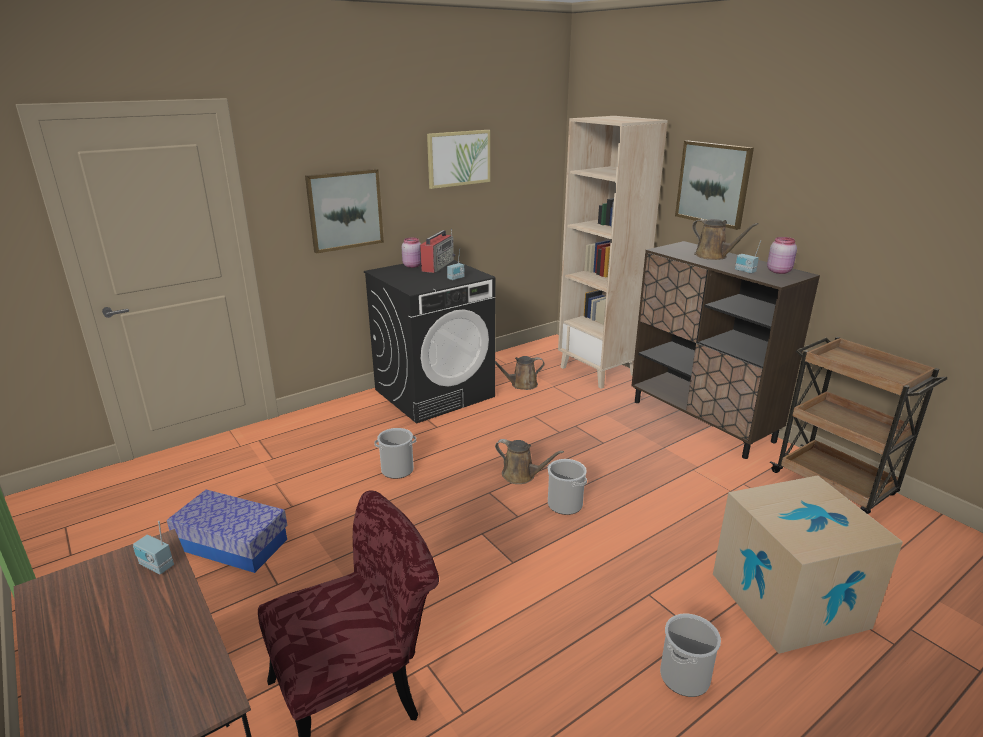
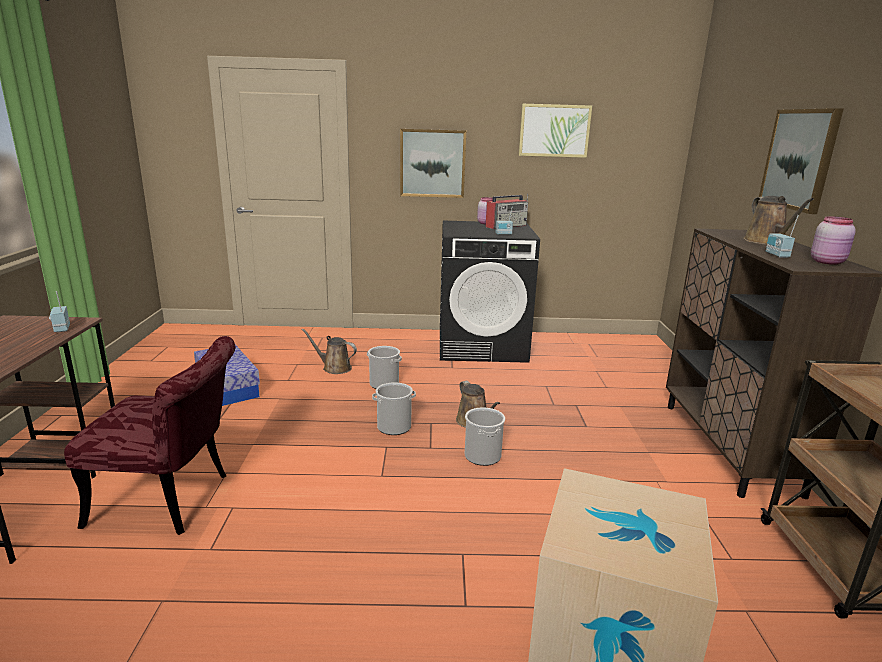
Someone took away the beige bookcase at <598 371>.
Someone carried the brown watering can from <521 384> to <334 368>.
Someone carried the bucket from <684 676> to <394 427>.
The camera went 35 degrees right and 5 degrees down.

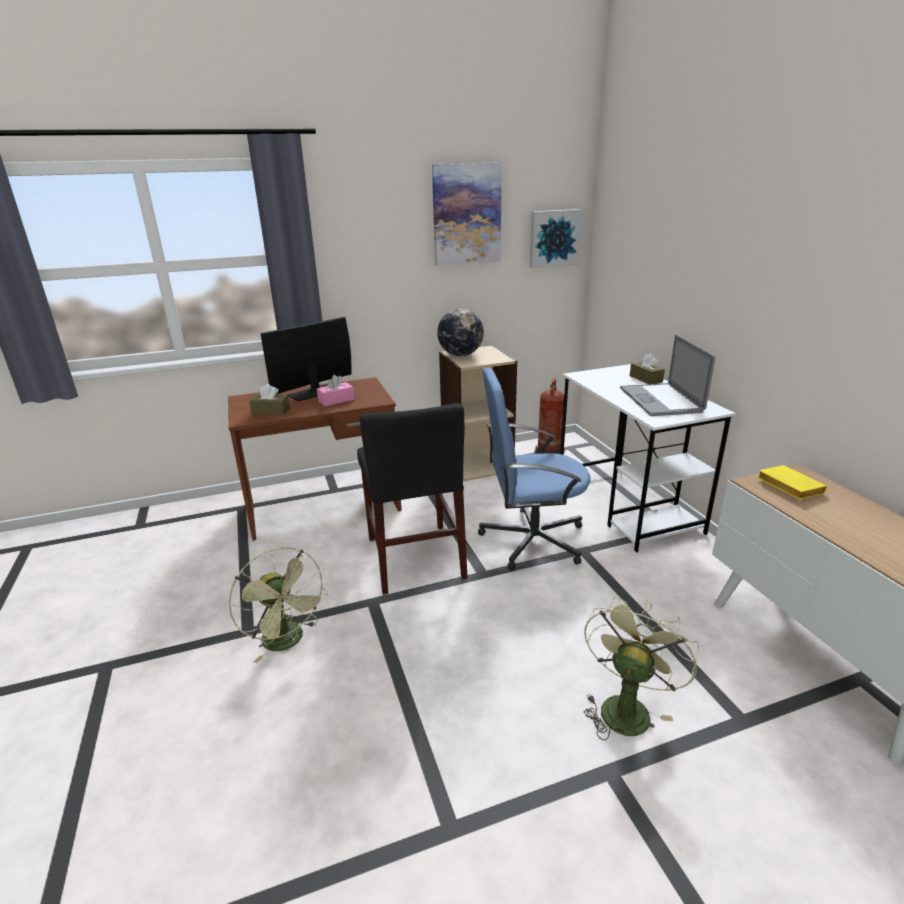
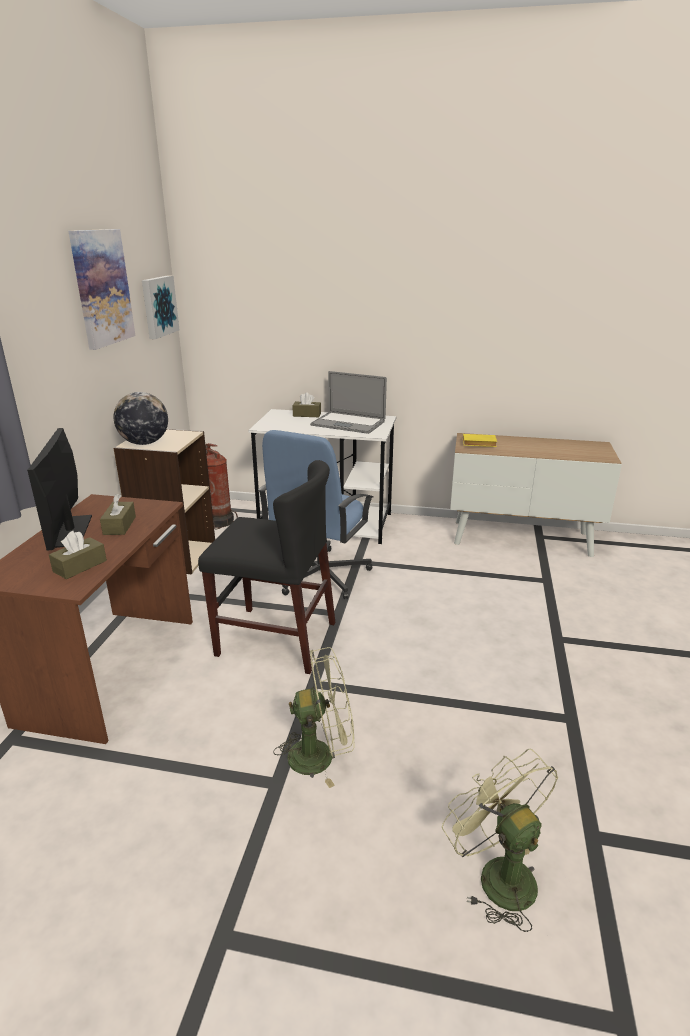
Someone repainted the pink tissue box at <336 400>, which became the brown tissue box at <119 525>.
Someone carried the green fan from <626 706> to <497 874>.
The camera went 60 degrees left and 0 degrees up.

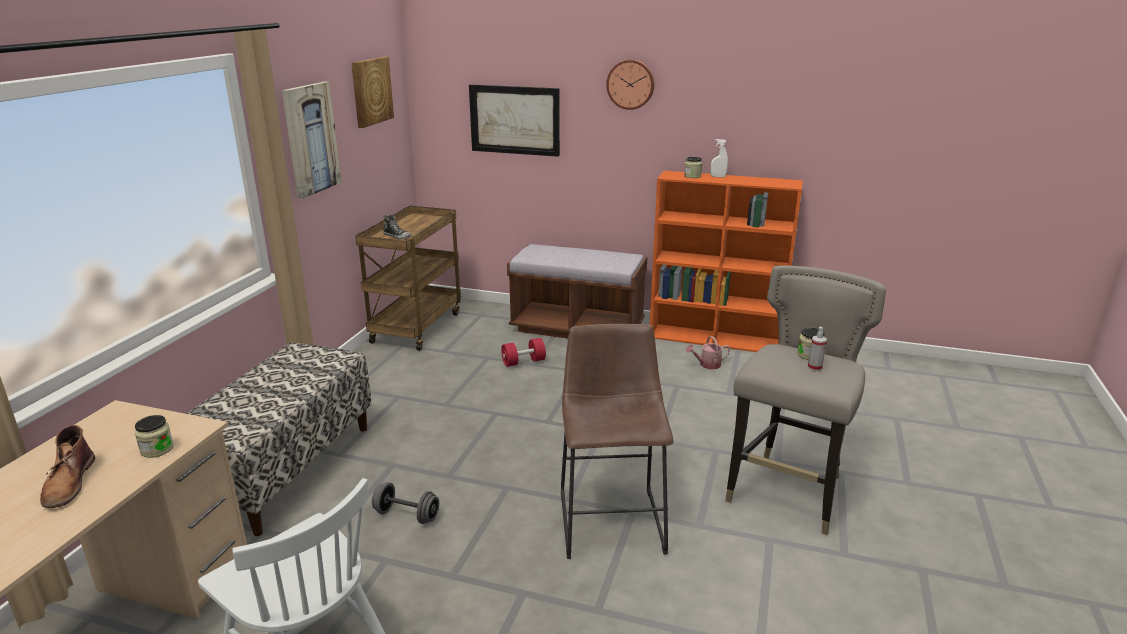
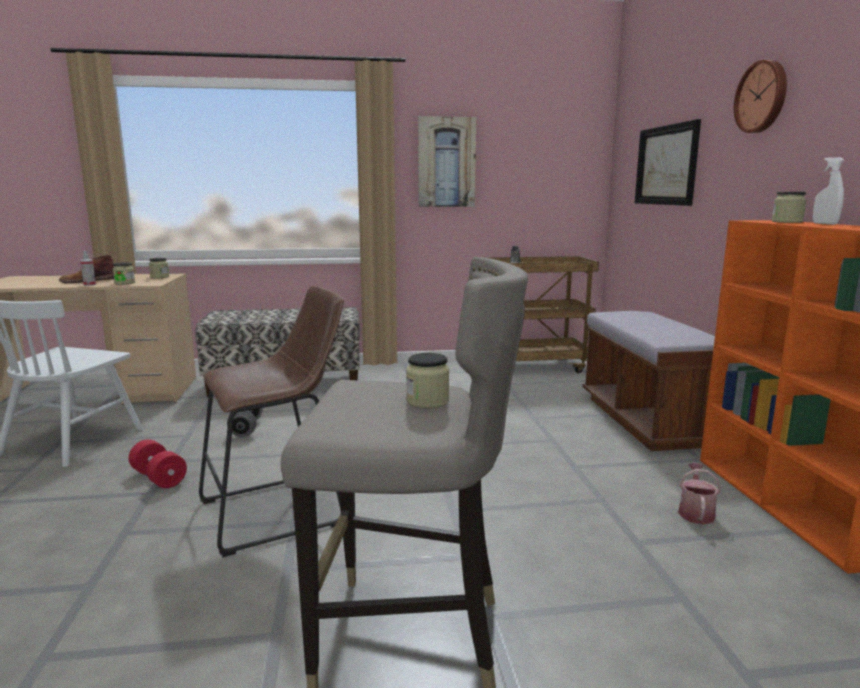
Someone took away the picture at <371 91>.
Someone carried the spray bottle from <814 367> to <89 285>.
Someone rotated the watering can at <707 365> by 60 degrees clockwise.
Someone carried the red dumbbell from <523 362> to <159 478>.
Someone put down the jar at <159 277>.
The camera went 65 degrees right and 10 degrees down.

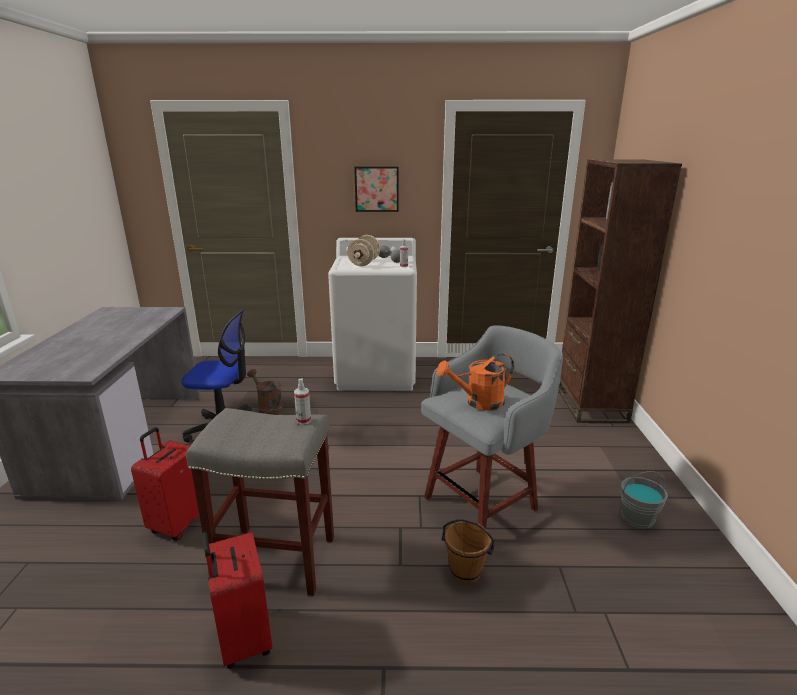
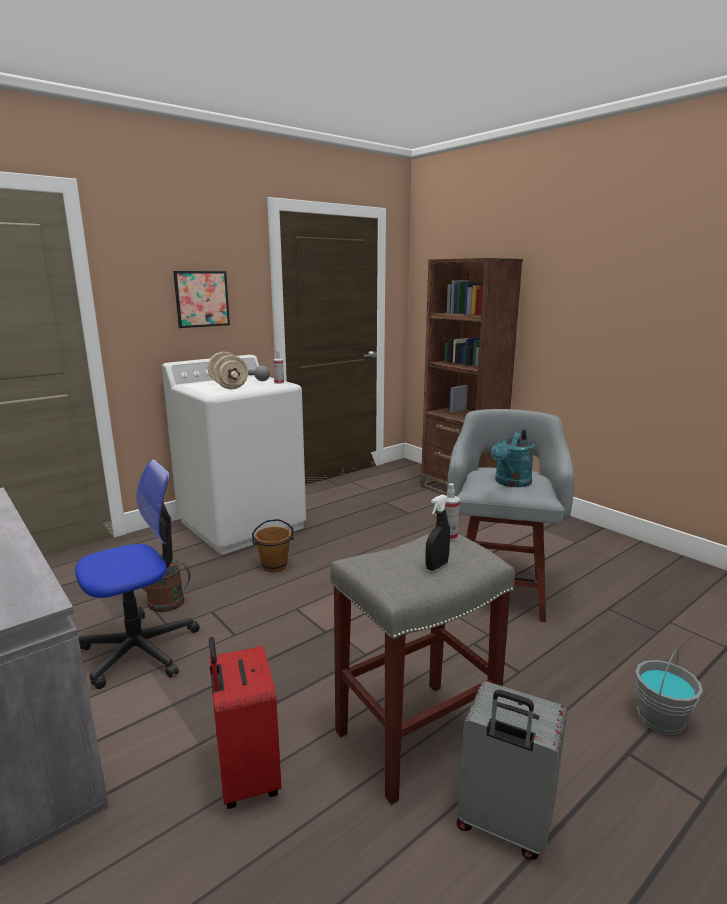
Someone repainted the orange watering can at <478 403>, which became the turquoise watering can at <510 483>.
Someone carried the grey bucket from <637 518> to <661 719>.
Someone carried the brown bucket from <465 571> to <274 566>.
Someone repainted the red suitcase at <243 639>, which became the grey suitcase at <503 825>.
Someone put down the black spray bottle at <437 566>.
The camera went 40 degrees left and 5 degrees down.

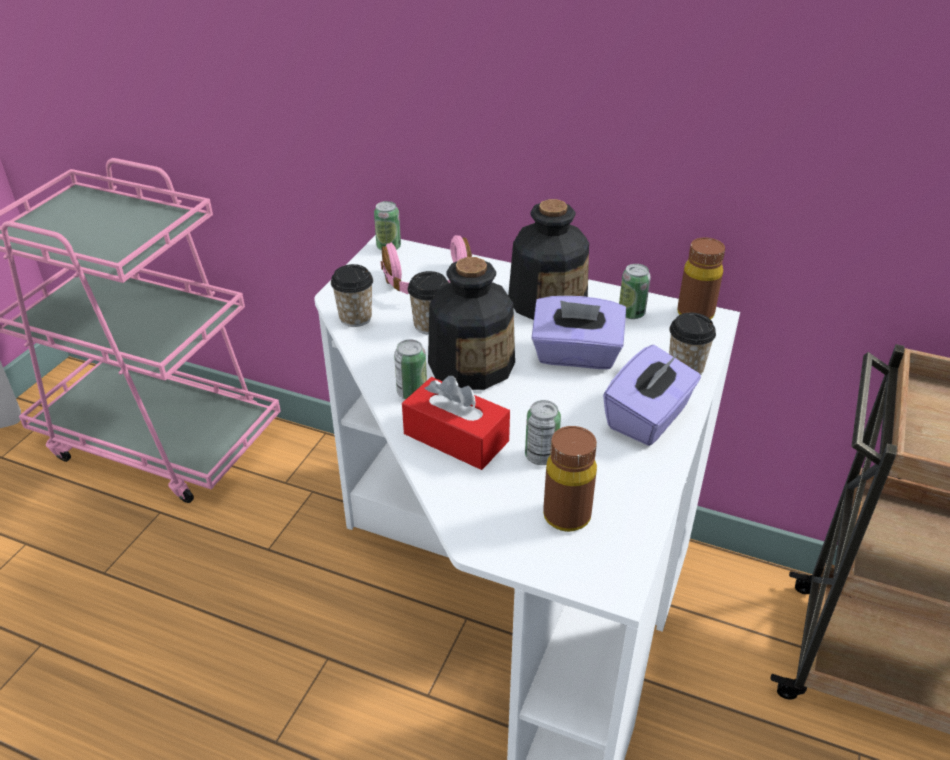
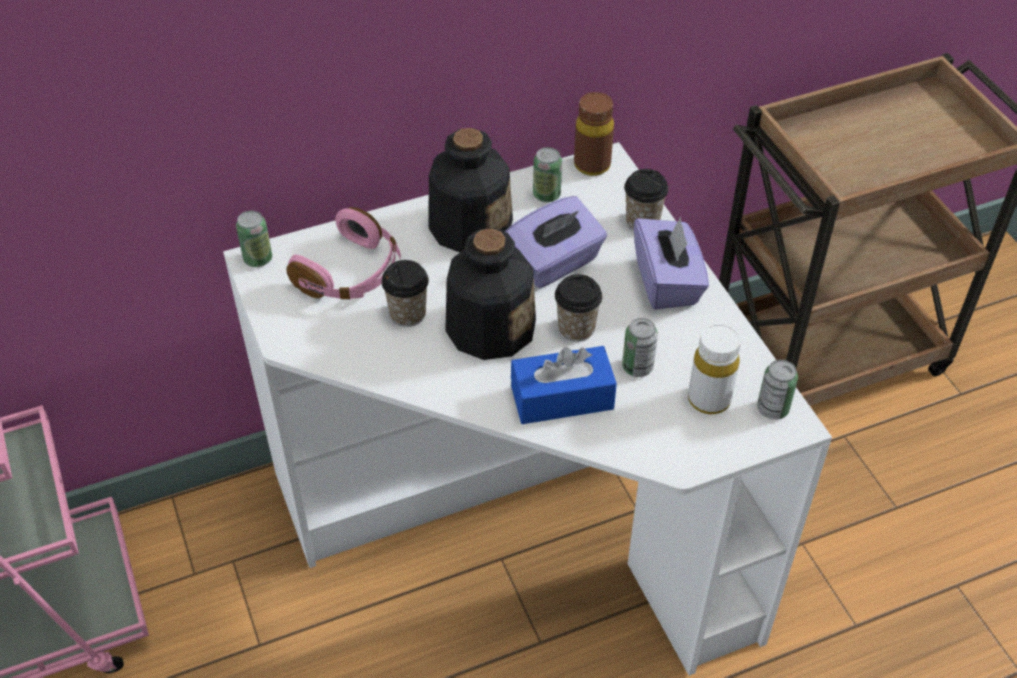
Someone carried the cup from <355 318> to <576 329>.
Someone carried the can from <412 393> to <772 409>.
Someone repainted the red tissue box at <456 437>, which became the blue tissue box at <562 398>.
Someone repainted the brown bottle at <567 516>, which became the white bottle at <709 399>.
The camera went 45 degrees left and 10 degrees up.

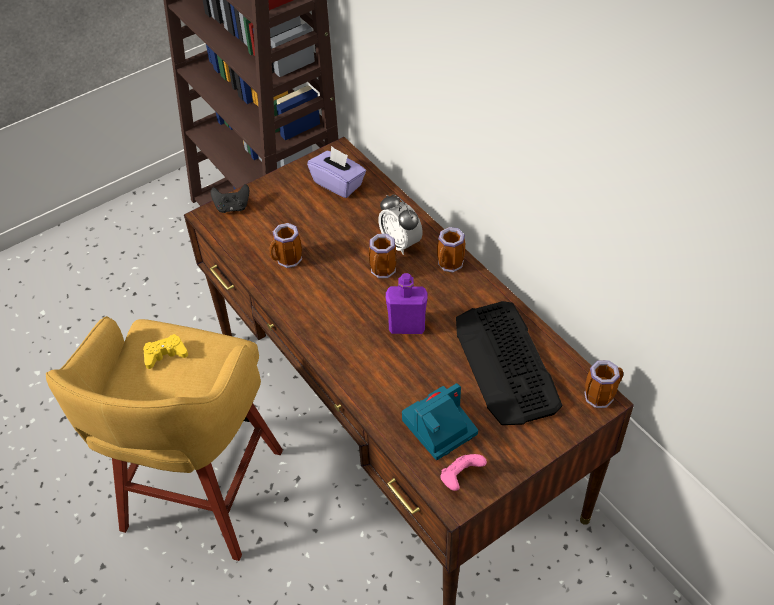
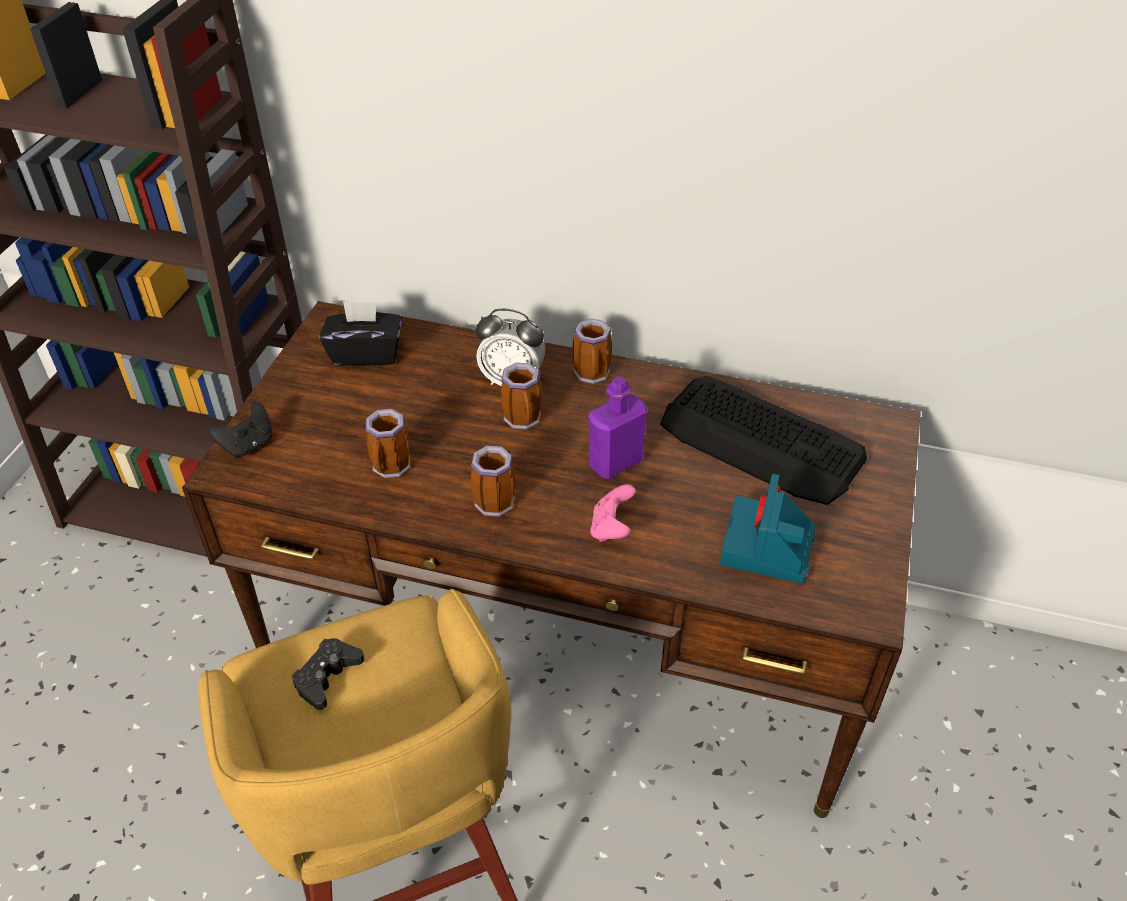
Someone repainted the purple tissue box at <338 183>, which became the black tissue box at <366 353>.
Someone repainted the yellow game controller at <165 354>, which became the black game controller at <327 677>.
Someone carried the mug from <600 395> to <495 499>.
Someone carried the pink game controller from <460 478> to <611 528>.
The camera went 40 degrees left and 5 degrees down.

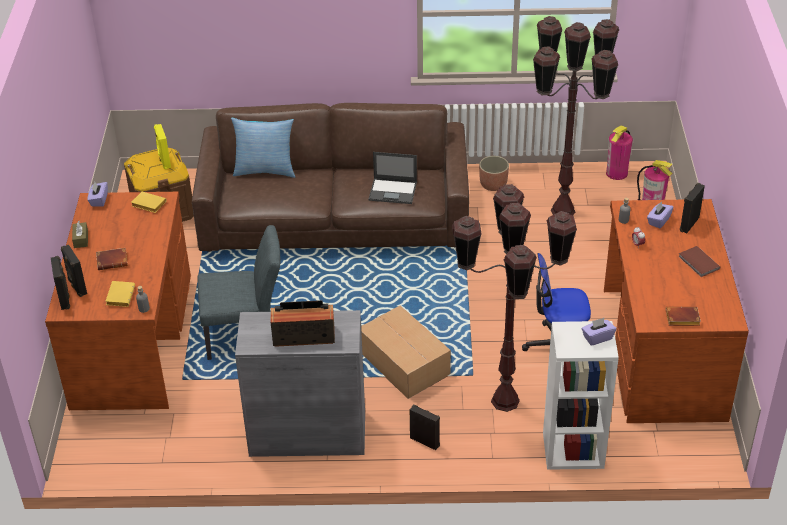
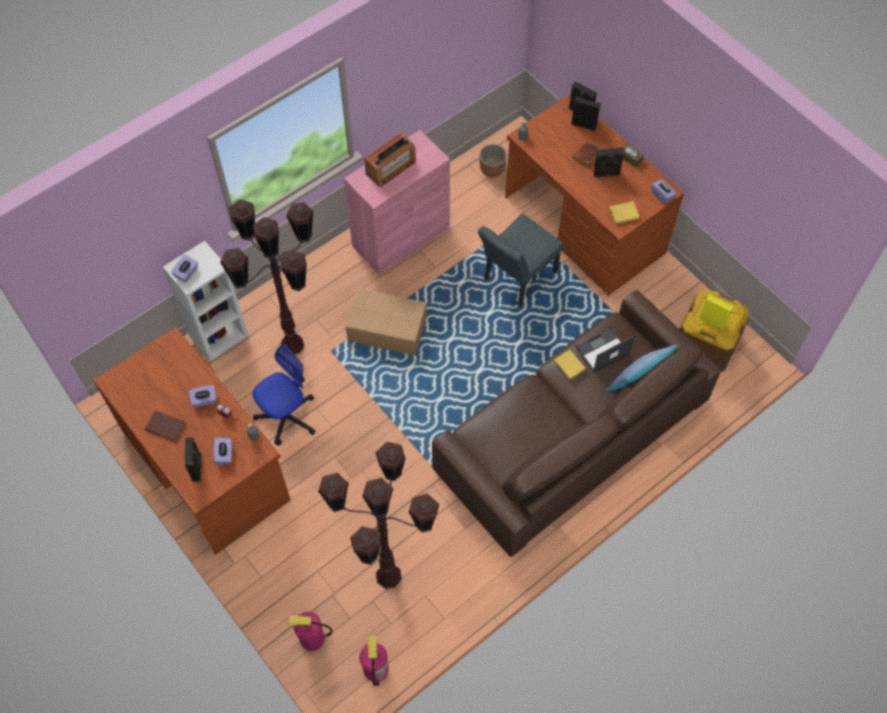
Someone carried the laptop from <393 191> to <601 350>.
Someone carried the planter from <493 184> to <492 169>.
Someone carried the yellow book from <120 295> to <570 366>.
Someone took away the brown book at <681 319>.
Someone repainted the grey cabinet at <307 434>, which became the pink cabinet at <401 237>.
Someone carried the black speaker from <425 441> to <606 174>.
Someone put down the purple tissue box at <204 400>.
The camera went 140 degrees right and 20 degrees up.

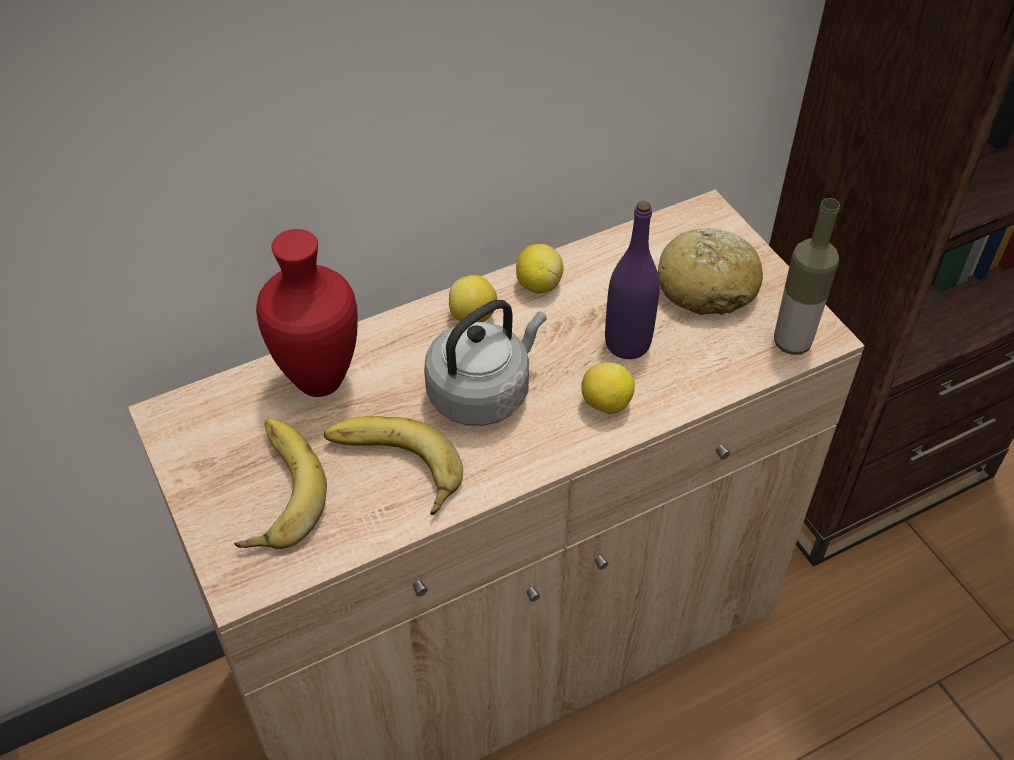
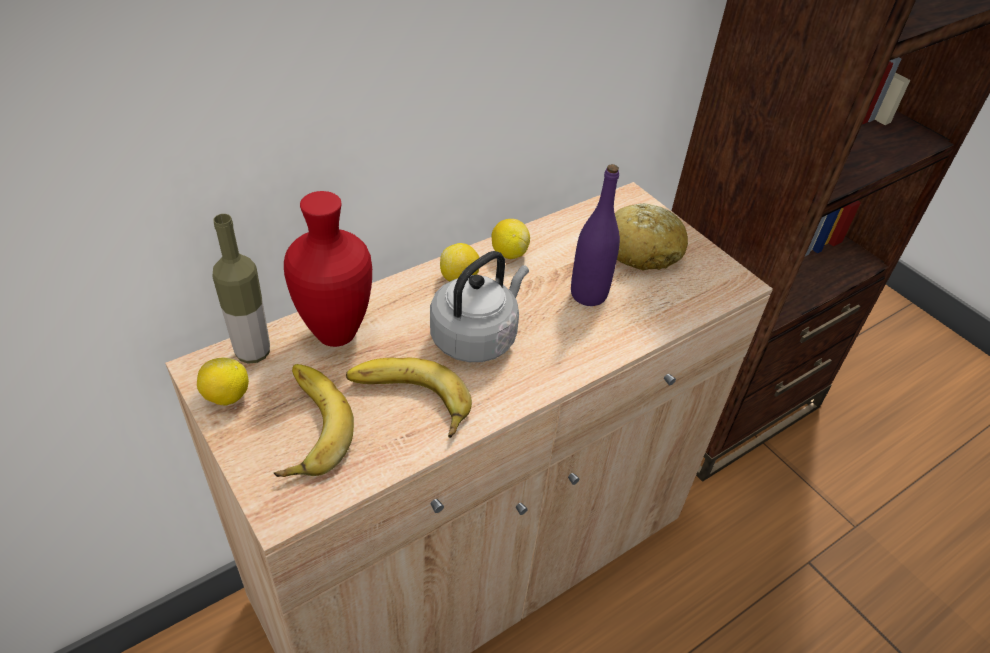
Someone carried the bottle from <792 342> to <253 352>.
Someone carried the lemon from <605 404> to <226 396>.
The camera went 10 degrees left and 5 degrees down.

